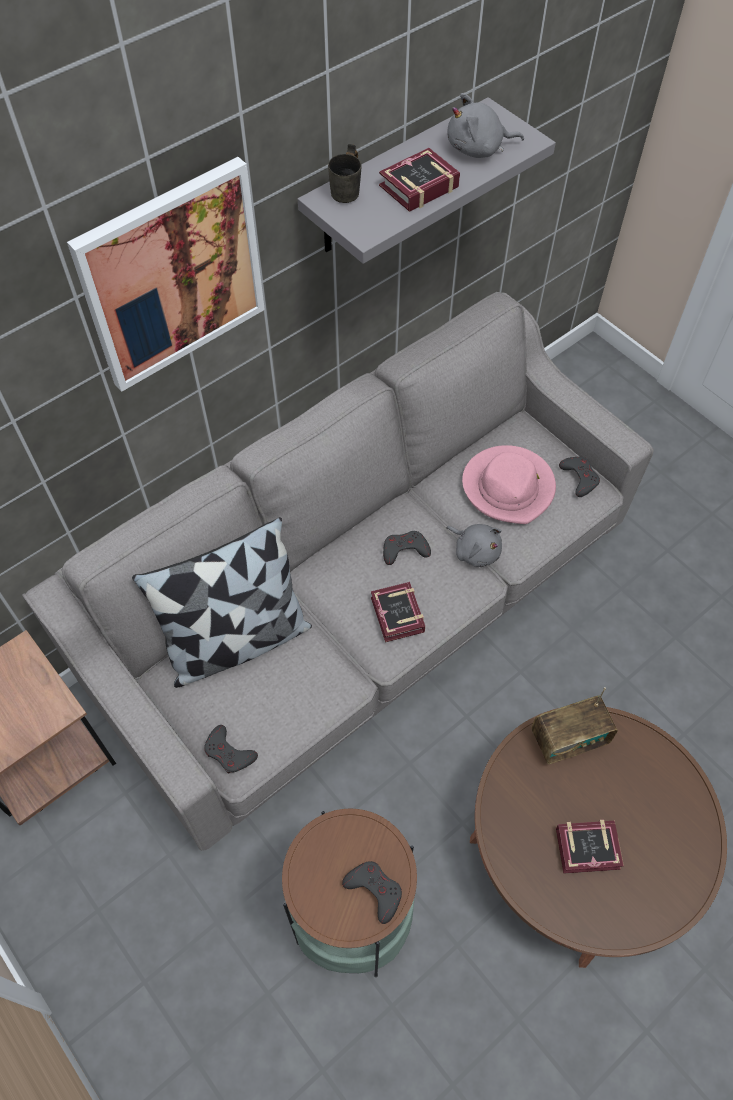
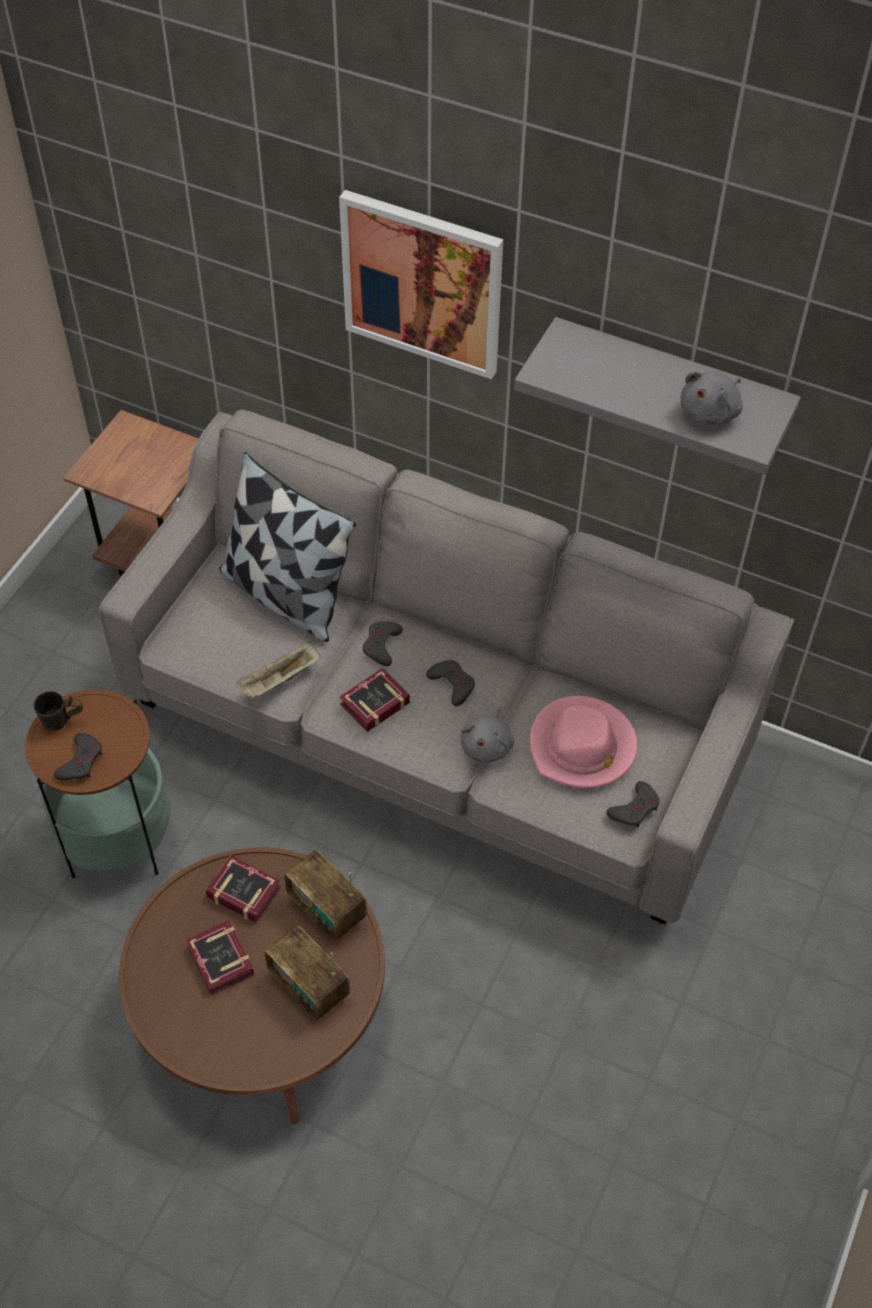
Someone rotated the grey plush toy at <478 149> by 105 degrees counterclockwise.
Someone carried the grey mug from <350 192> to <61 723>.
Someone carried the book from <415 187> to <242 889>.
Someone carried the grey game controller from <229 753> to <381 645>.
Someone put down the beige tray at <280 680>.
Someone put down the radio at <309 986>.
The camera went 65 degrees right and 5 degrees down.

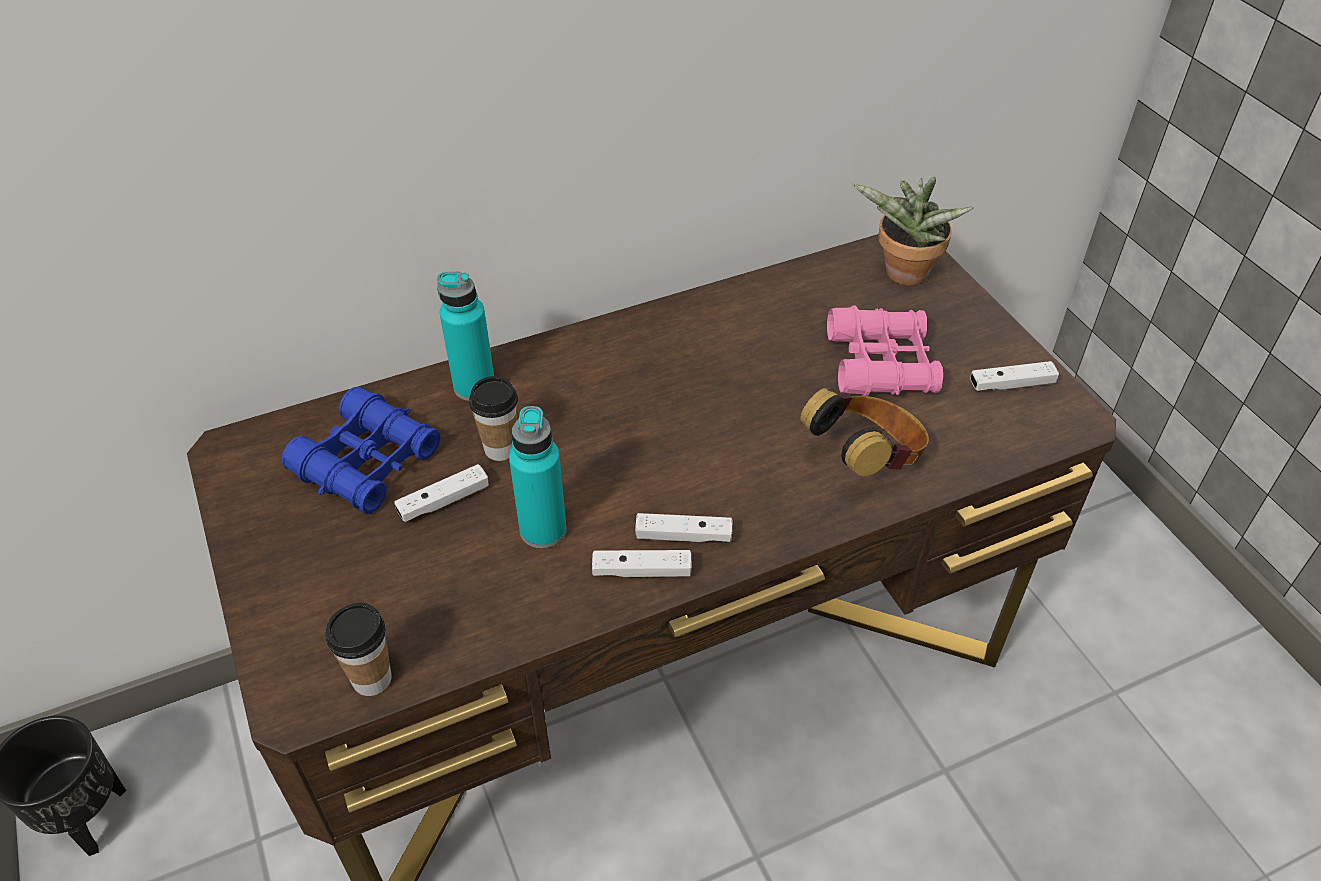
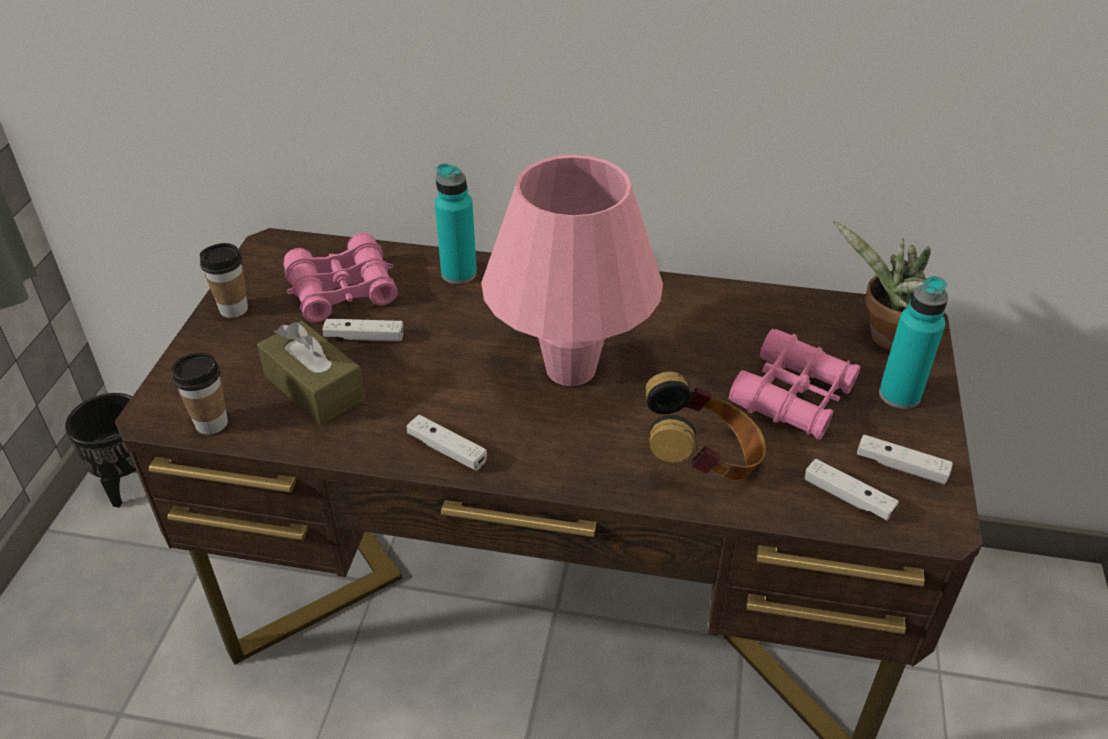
Someone carried the cup from <500 449> to <233 309>.
Someone repainted the blue binoculars at <367 462>, which became the pink binoculars at <342 290>.
Someone carried the turquoise bottle from <543 530> to <899 395>.
Someone carried the white game controller from <683 536> to <848 497>.
Someone put down the pink table lamp at <570 369>.
Someone put down the brown tissue box at <314 387>.
The camera went 35 degrees right and 5 degrees down.

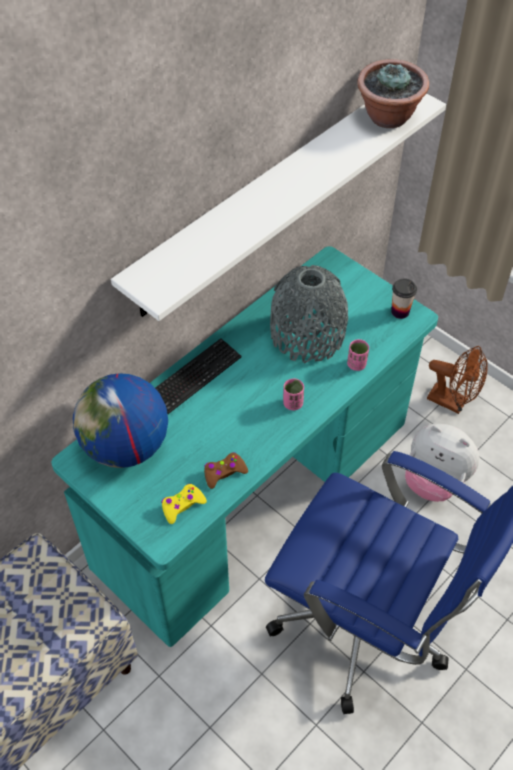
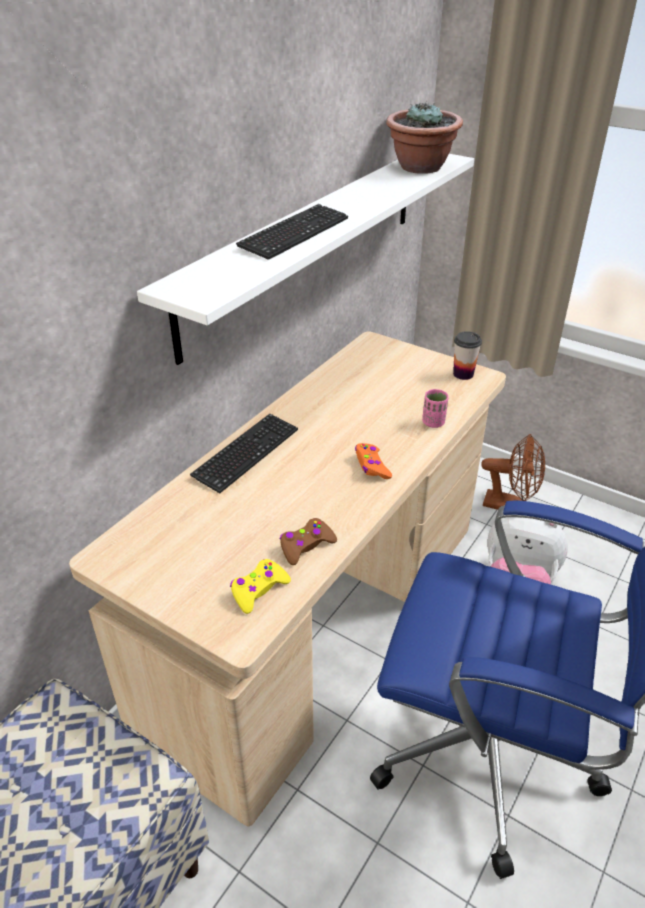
Someone repainted the turquoise desk at <255 494>, which became the beige desk at <321 624>.
Someone took away the grey vase at <307 335>.
Someone took away the globe at <126 447>.
Someone swapped the pink cup at <293 403> for the orange game controller at <372 466>.
Someone put down the keyboard at <294 234>.
The camera went 10 degrees left and 15 degrees down.

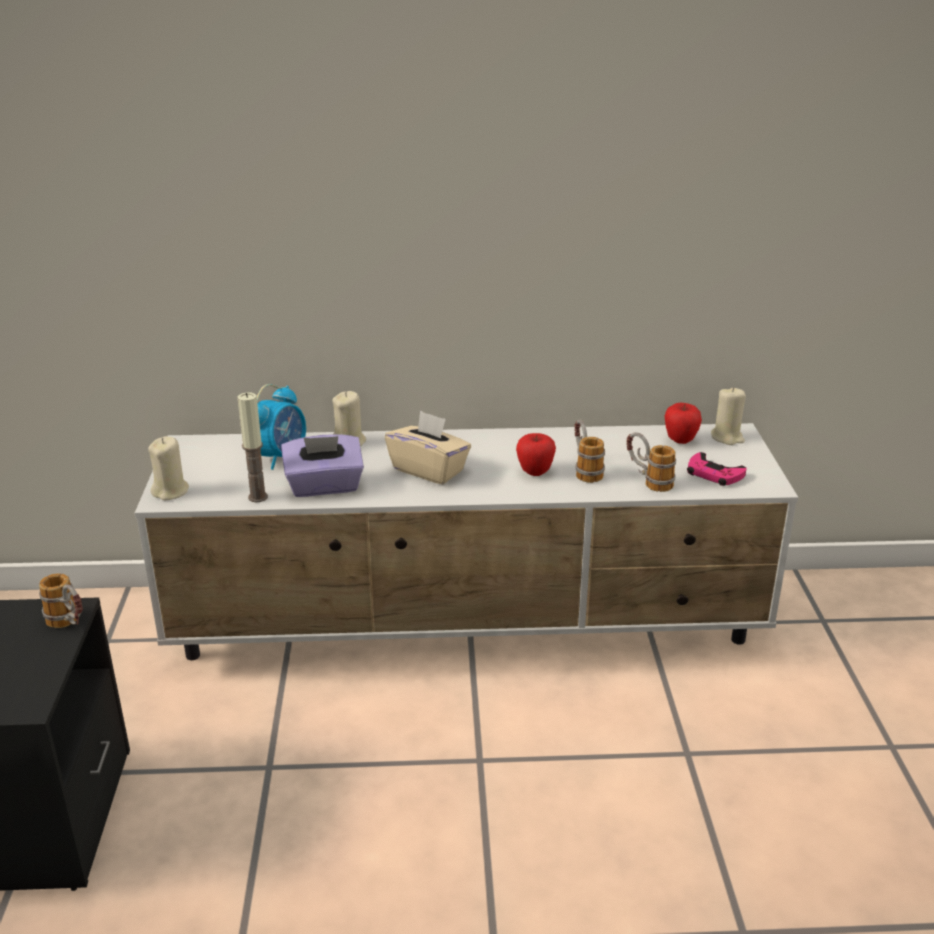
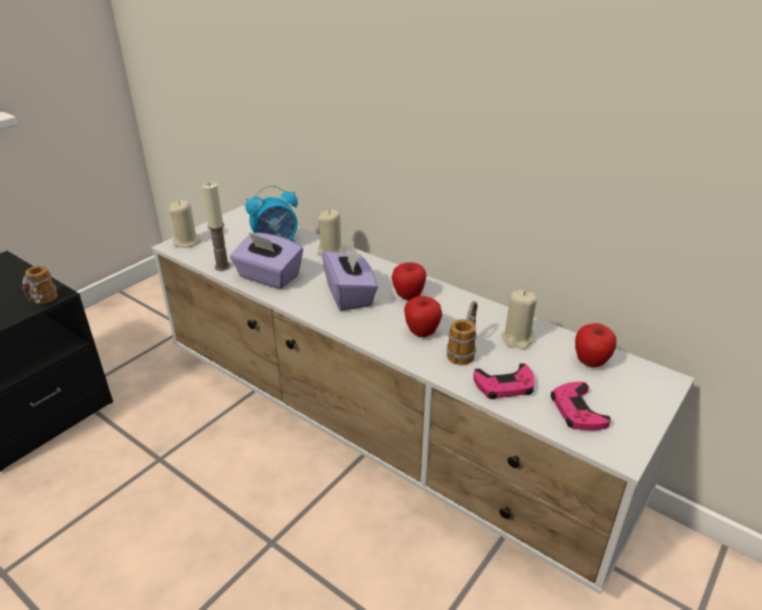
Someone carried the beige candle from <727 437> to <517 339>.
Someone repainted the beige tissue box at <429 470>, which became the purple tissue box at <350 295>.
Someone swapped the mug at <647 480> for the pink game controller at <504 386>.
Someone put down the apple at <408 296>.
The camera went 40 degrees right and 5 degrees up.

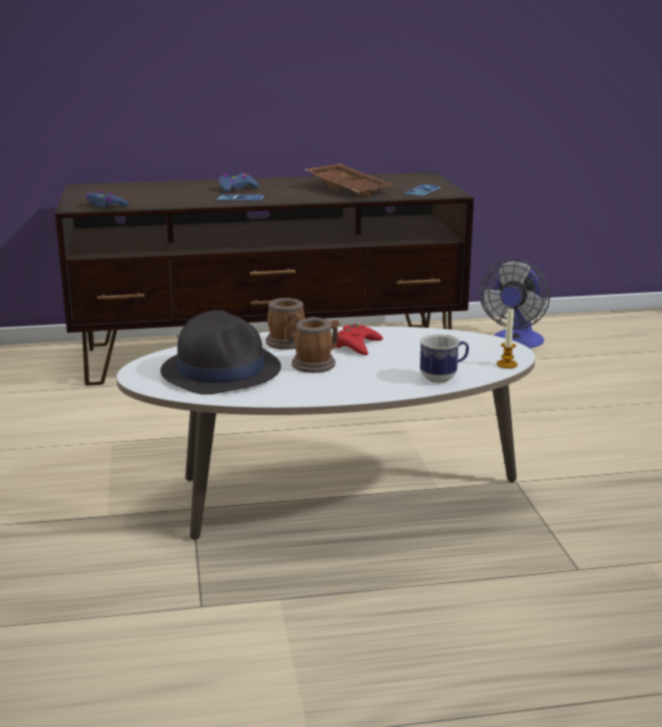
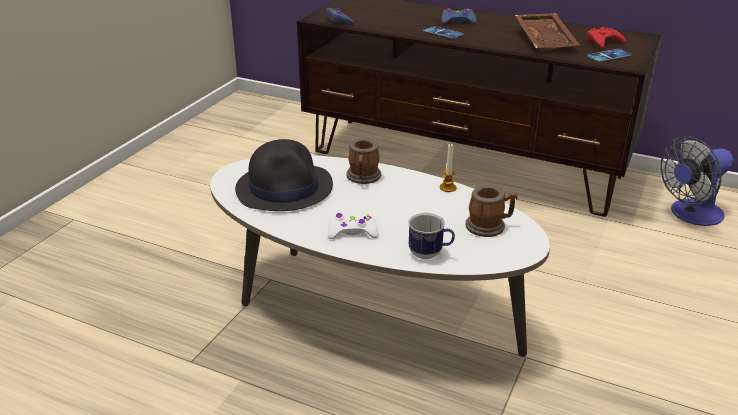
Someone carried the candle from <507 364> to <448 188>.
Someone carried the mug from <317 363> to <489 226>.
Someone carried the red game controller from <357 345> to <603 42>.
Someone put down the white game controller at <352 232>.
The camera went 35 degrees right and 10 degrees up.

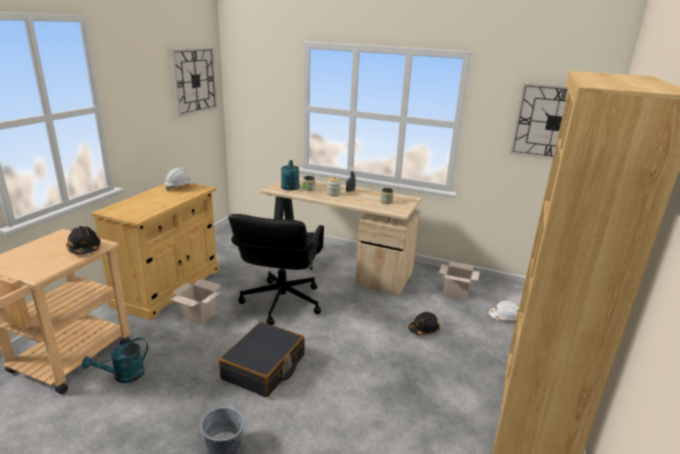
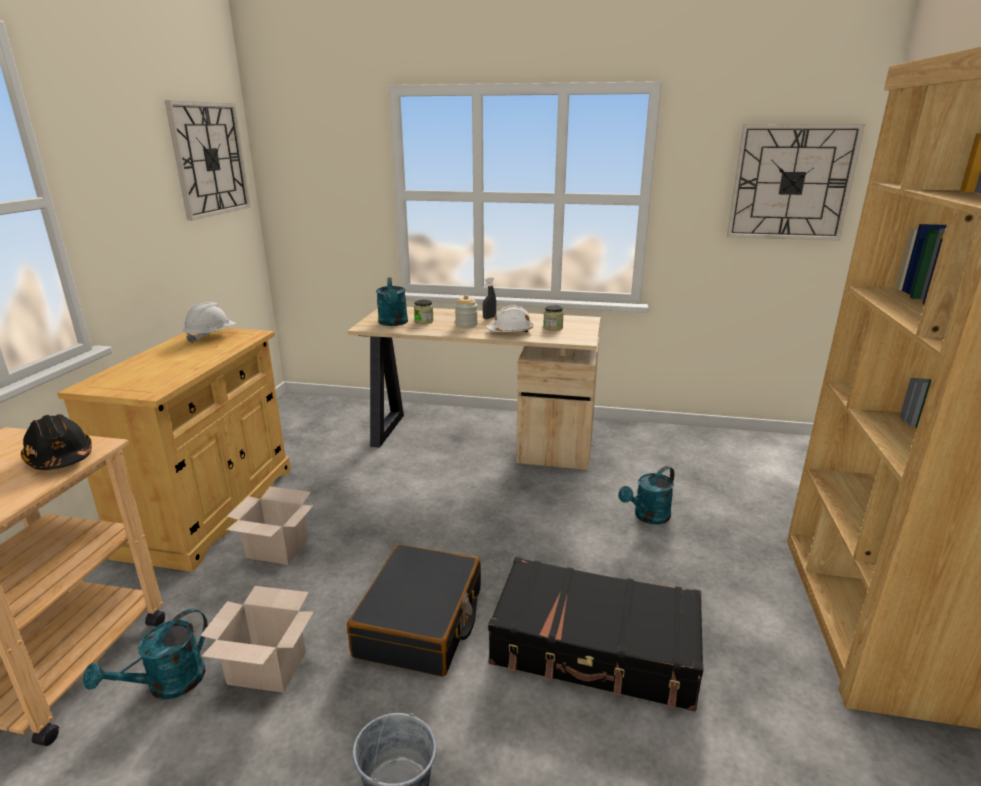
Someone took away the black office chair at <281 302>.
Someone carried the cardboard box from <456 292> to <269 667>.
Someone carried the white hard hat from <504 317> to <510 331>.
Someone swapped the black hard hat at <424 329> for the turquoise watering can at <648 517>.
Someone put down the black suitcase at <595 648>.
The camera went 10 degrees left and 0 degrees up.

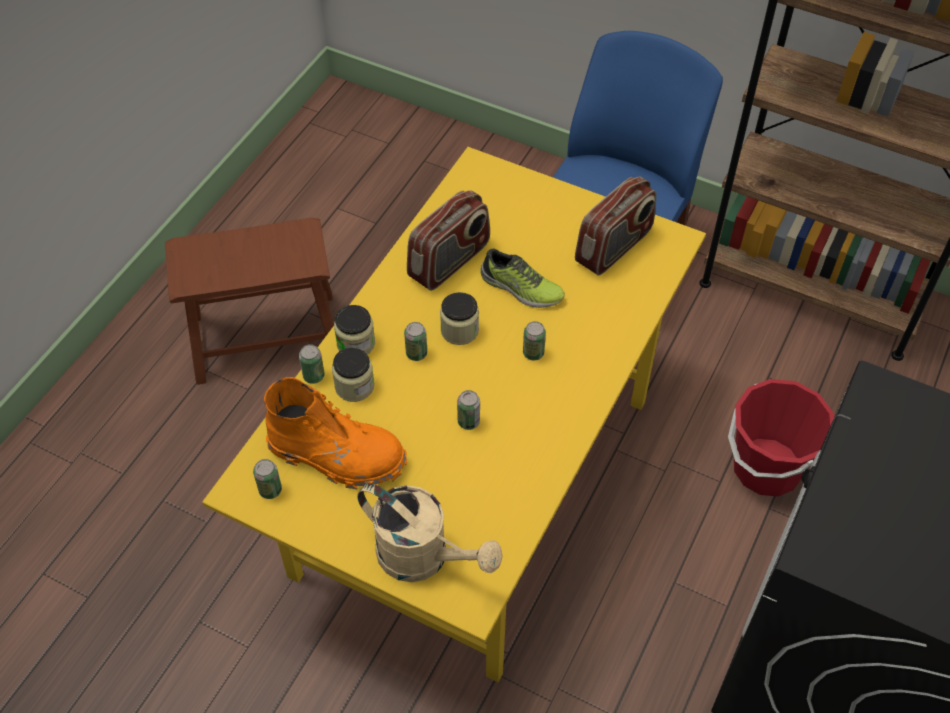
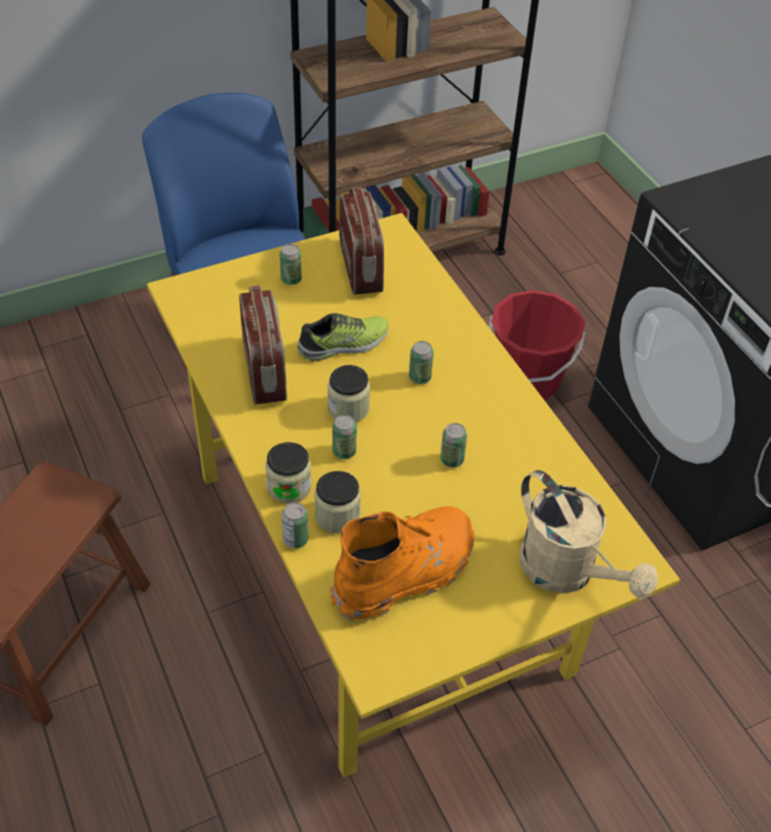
Someone carried the can from <270 490> to <291 279>.
Someone rotated the beige watering can at <424 557> by 75 degrees clockwise.
The camera went 55 degrees left and 5 degrees down.

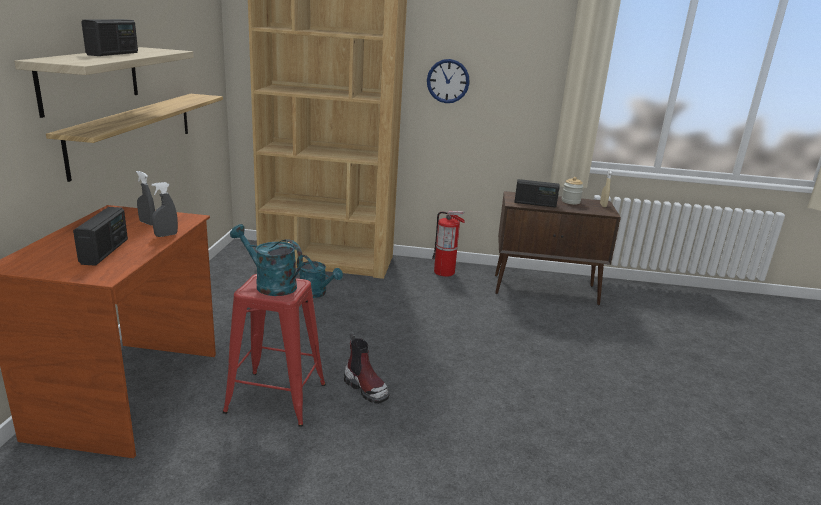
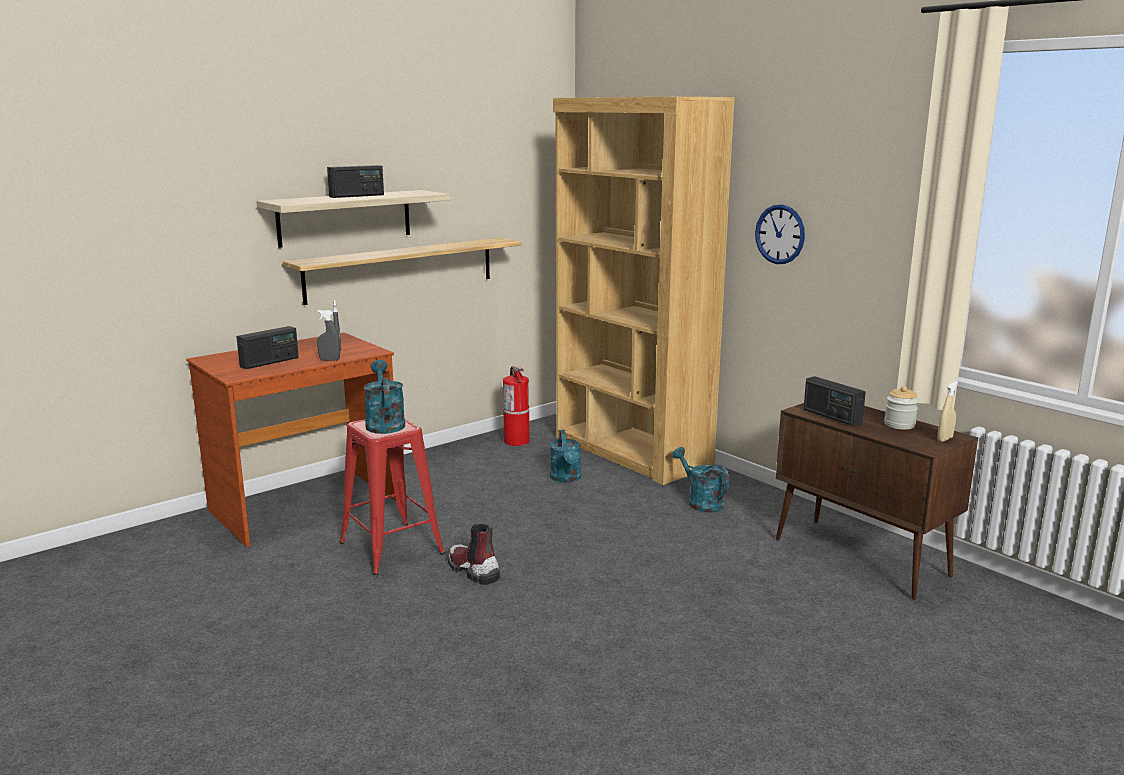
Someone carried the fire extinguisher from <444 272> to <517 441>.
Someone rotated the boot at <366 388> by 135 degrees clockwise.
Someone put down the turquoise watering can at <701 502>.
The camera went 45 degrees right and 5 degrees down.

